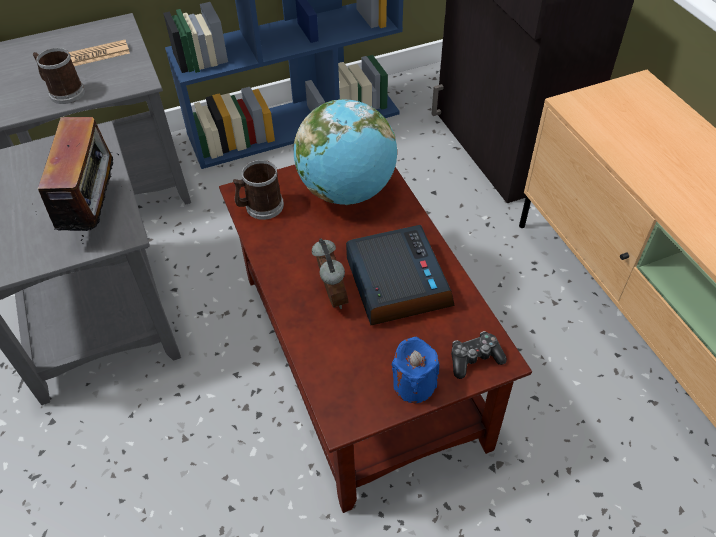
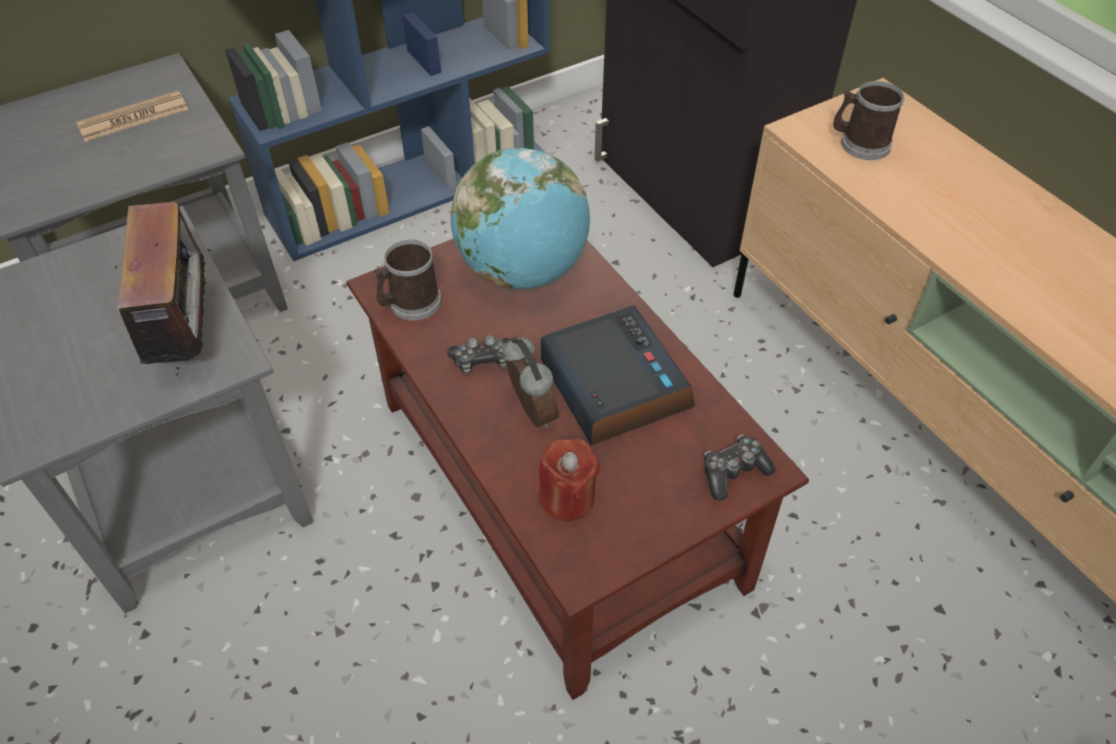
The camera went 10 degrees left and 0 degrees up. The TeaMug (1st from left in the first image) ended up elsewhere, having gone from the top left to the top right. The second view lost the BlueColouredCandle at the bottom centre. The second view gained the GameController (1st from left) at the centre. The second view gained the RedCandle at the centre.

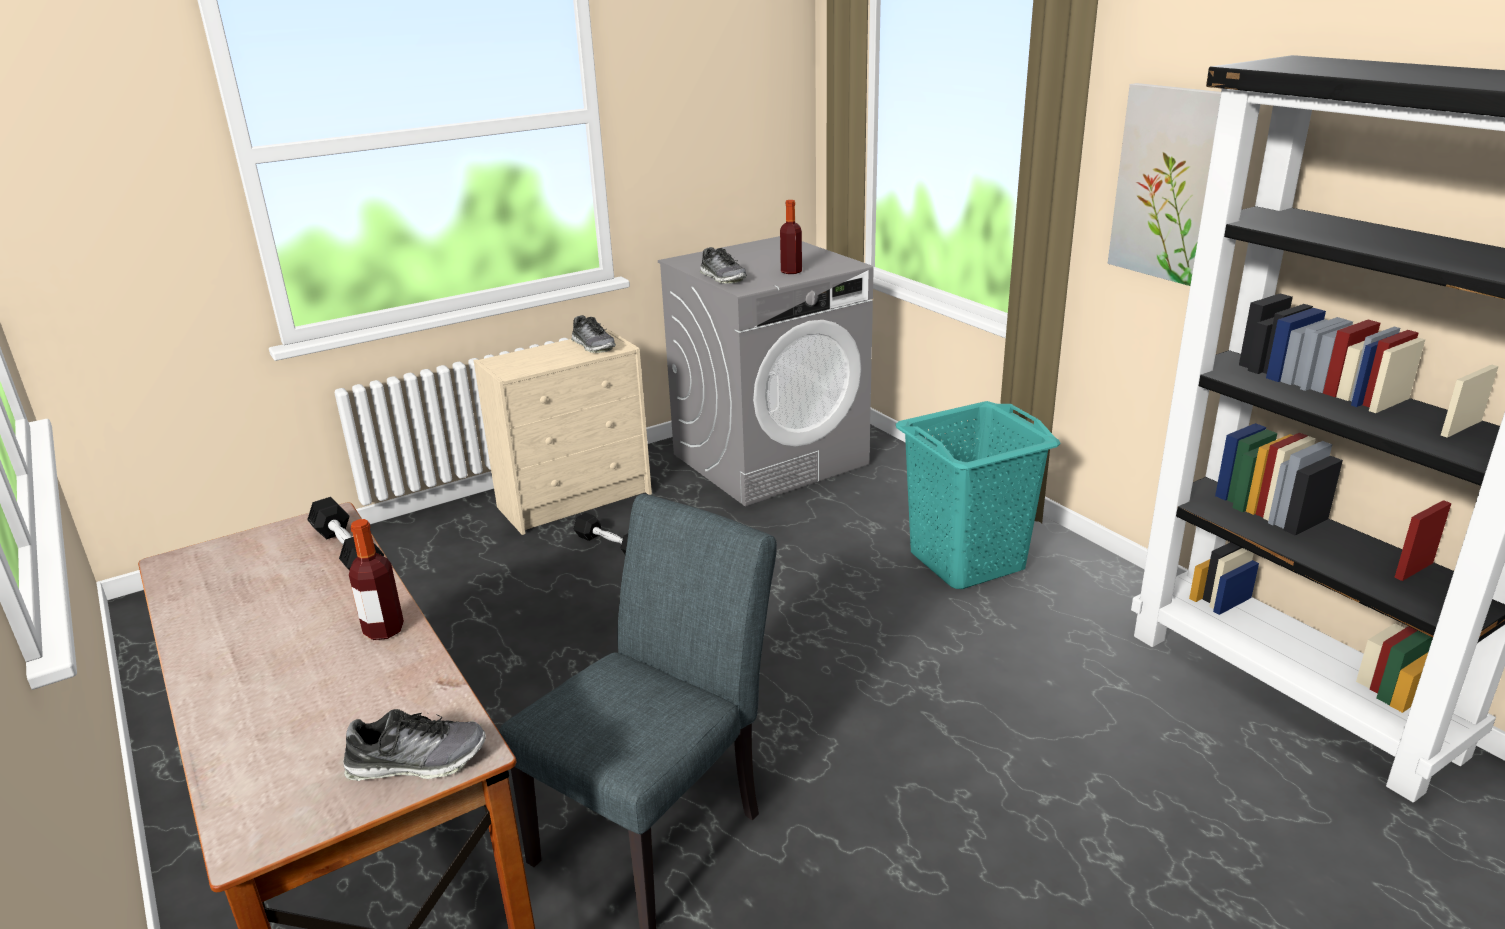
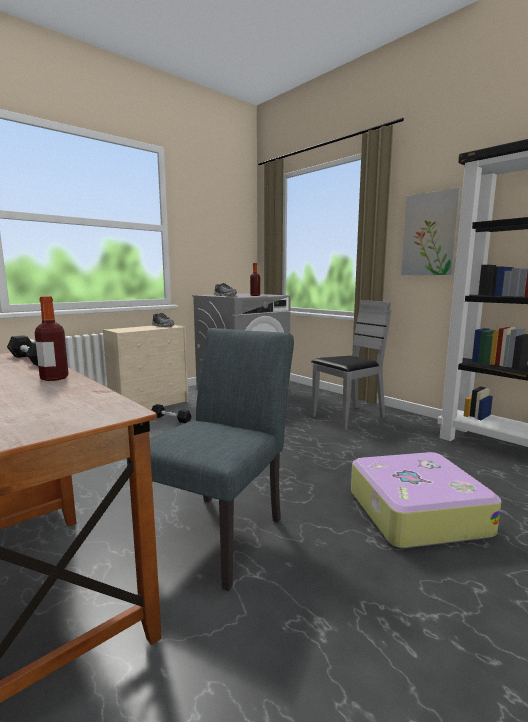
The camera went 10 degrees left and 15 degrees down. Where the TurquoiseColouredLaundryBasket stood at the centre, the GrayChair (2nd from left) came to stand at the centre. The second view lost the ItemOfFootwear (1st from left) at the bottom left. The second view gained the TravelCase at the bottom right.

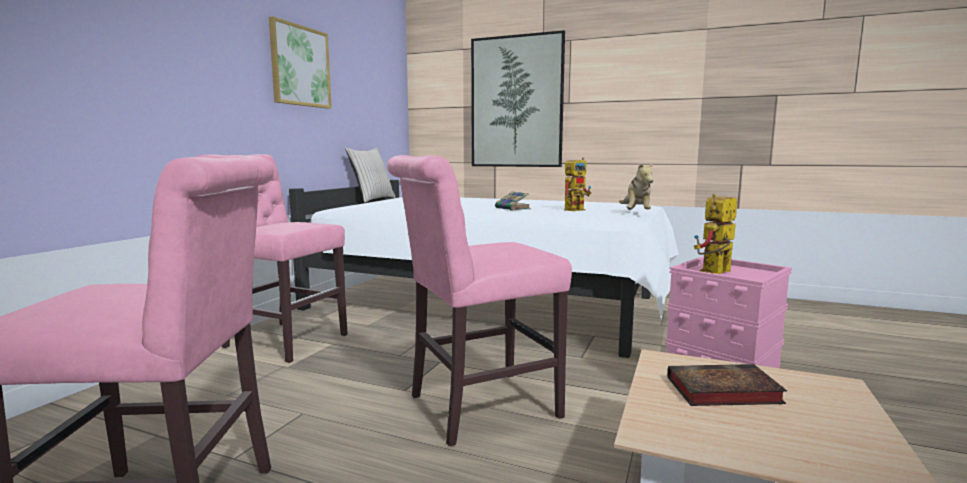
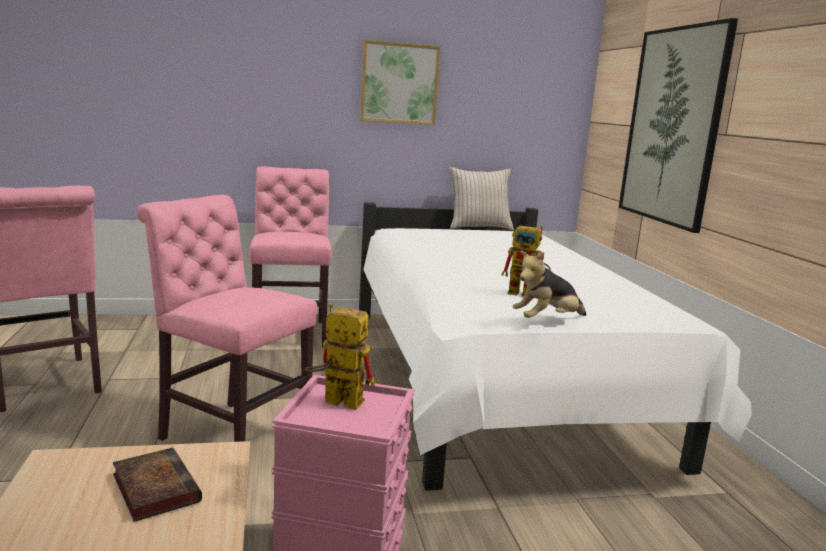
The camera went 55 degrees right and 5 degrees up. The second view lost the Book (1st from left) at the centre.

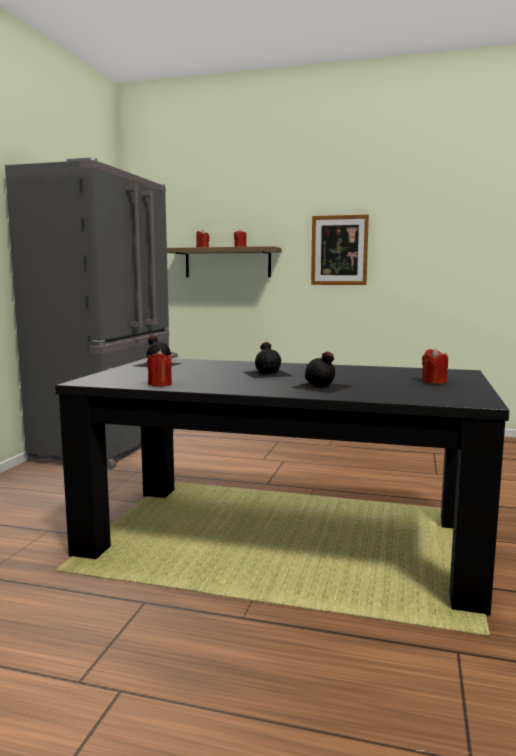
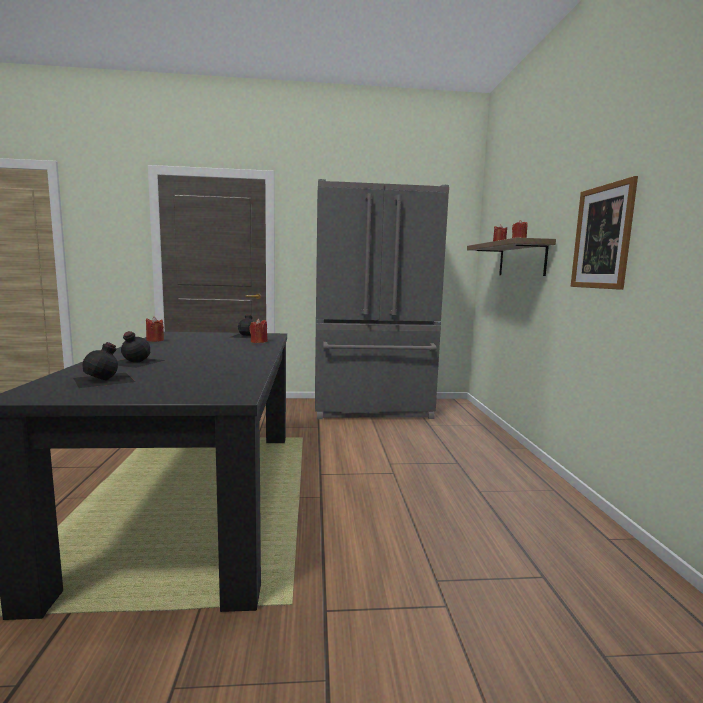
The camera went 70 degrees right and 0 degrees up. The BlackishBeverageBottle (2nd from left in the first image) ended up elsewhere, having gone from the centre to the middle left. The RedCandle (4th from left in the first image) ended up elsewhere, having gone from the middle right to the centre.

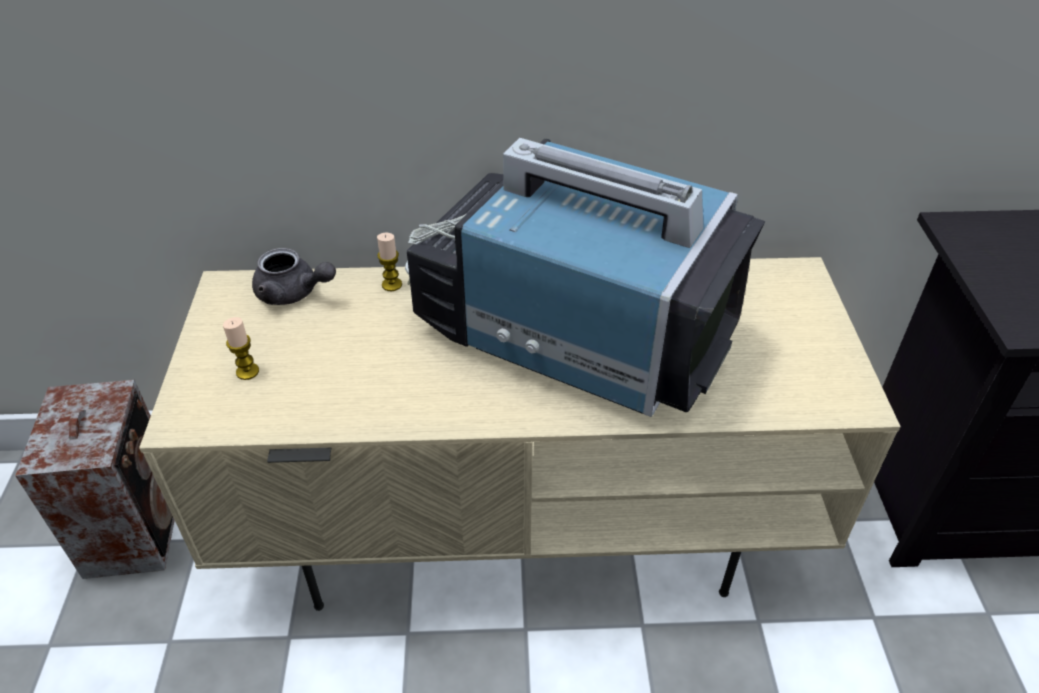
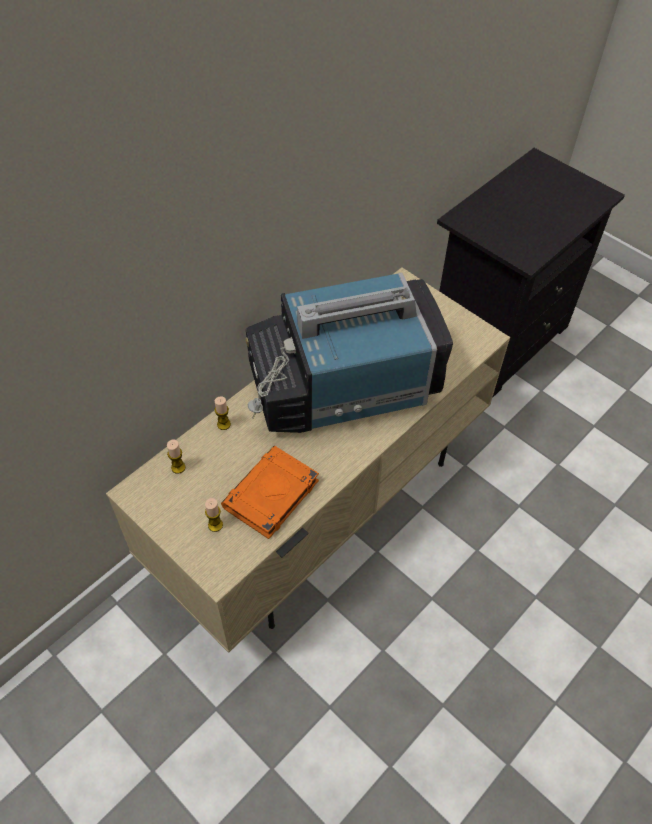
The camera went 45 degrees left and 10 degrees up. Where the GrayPotForTea stood at the middle left, the Candle (1st from left) came to stand at the middle left. The second view lost the Speaker at the bottom left. The second view gained the OrangeyBook at the centre.

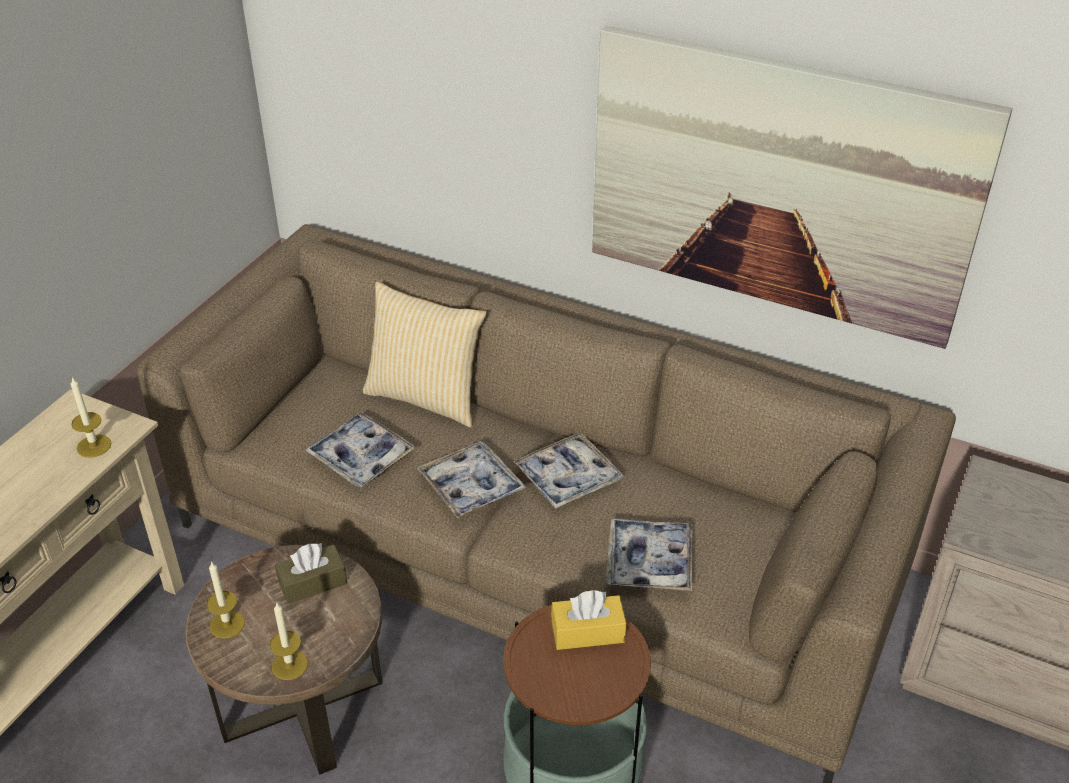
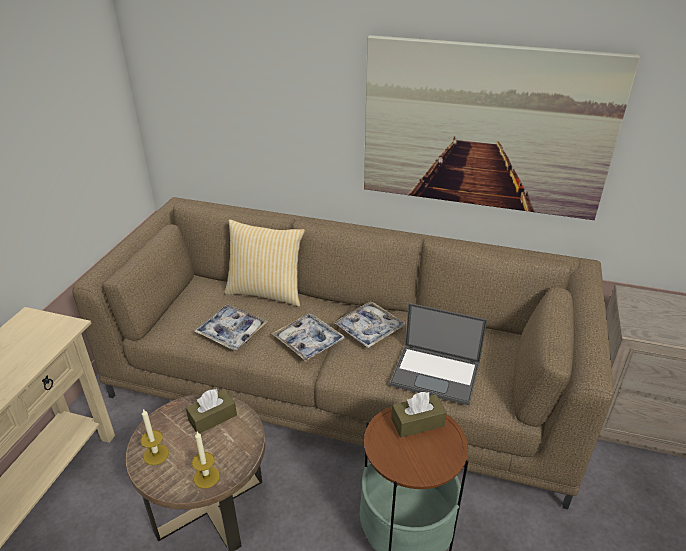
The camera went 10 degrees left and 5 degrees down. The second view lost the Candle (1st from left) at the middle left. Where the ServingTray (4th from left) stood at the bottom centre, the Laptop came to stand at the centre. What was the YellowColouredTissueHolder at the bottom centre turned into the BrownColouredTissueHolder (2nd from left) at the bottom centre.

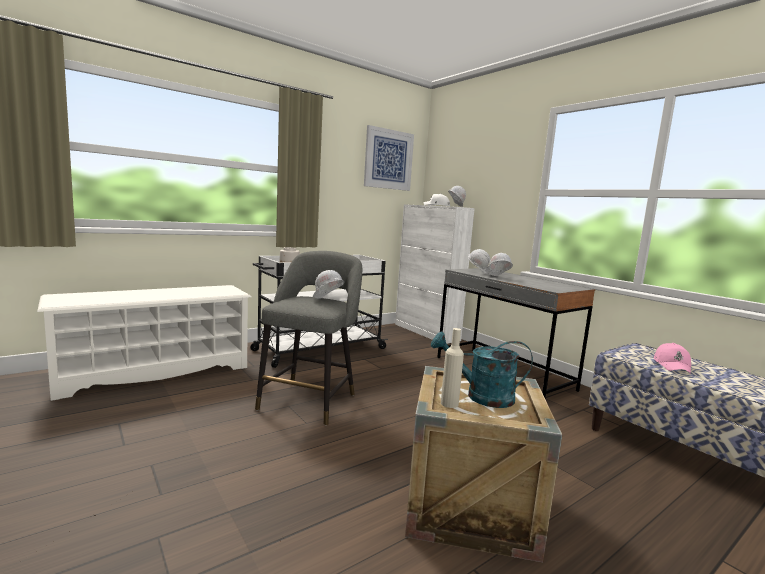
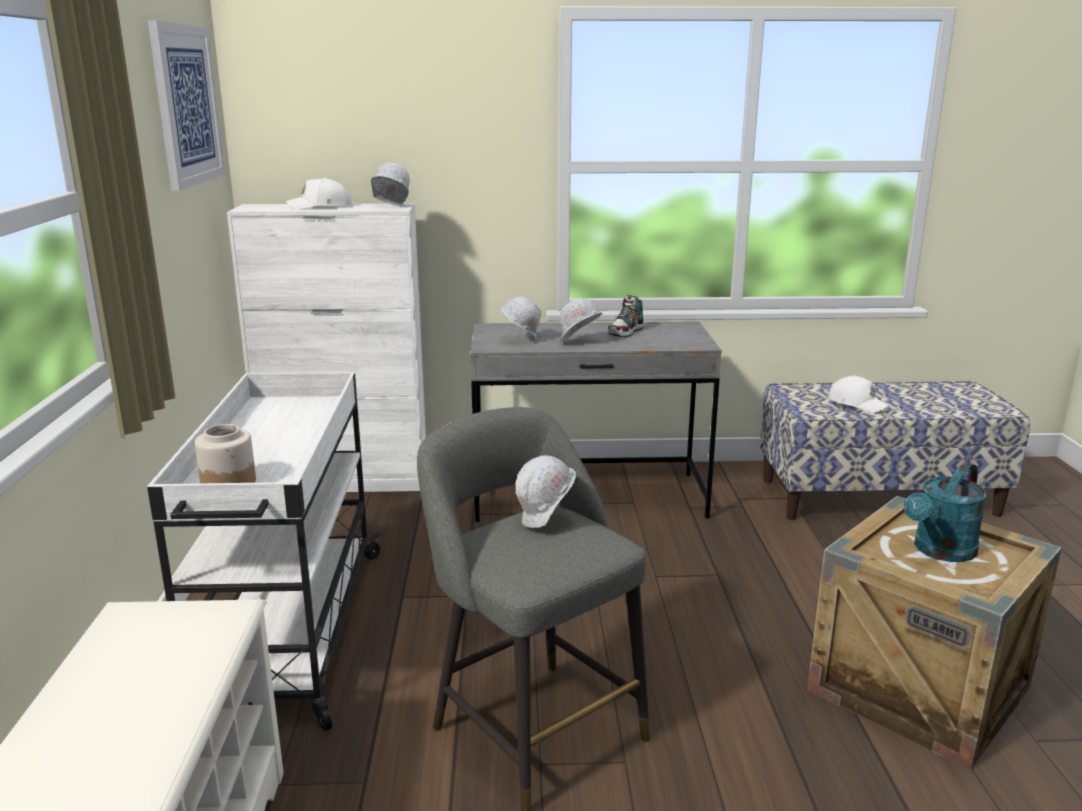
The camera went 55 degrees left and 10 degrees up. The second view lost the BeigeColouredBeverageBottle at the centre. What was the PinkishPeakedCap at the middle right turned into the WhiteColouredPeakedCap (2nd from left) at the middle right. The second view gained the ItemOfFootwear at the centre.

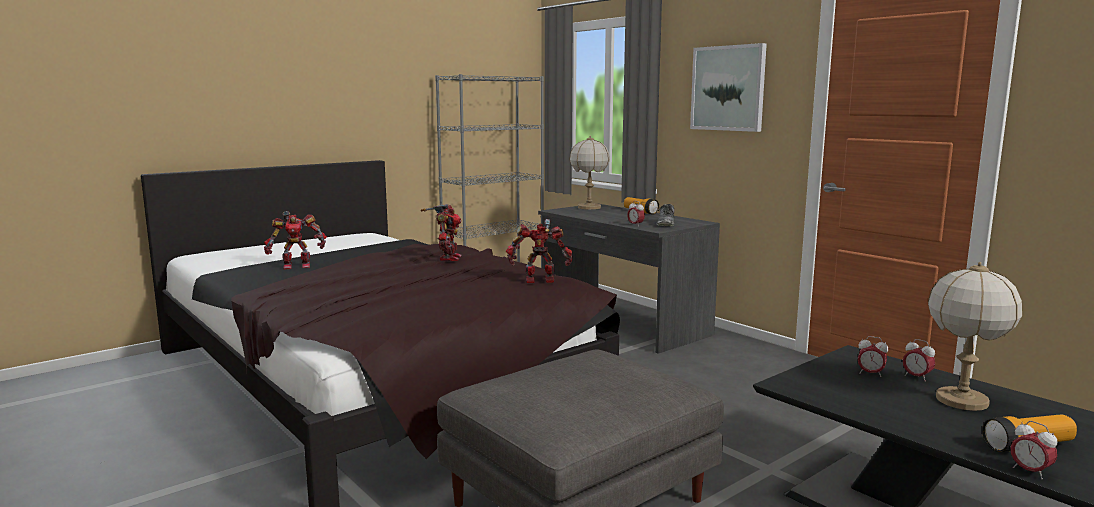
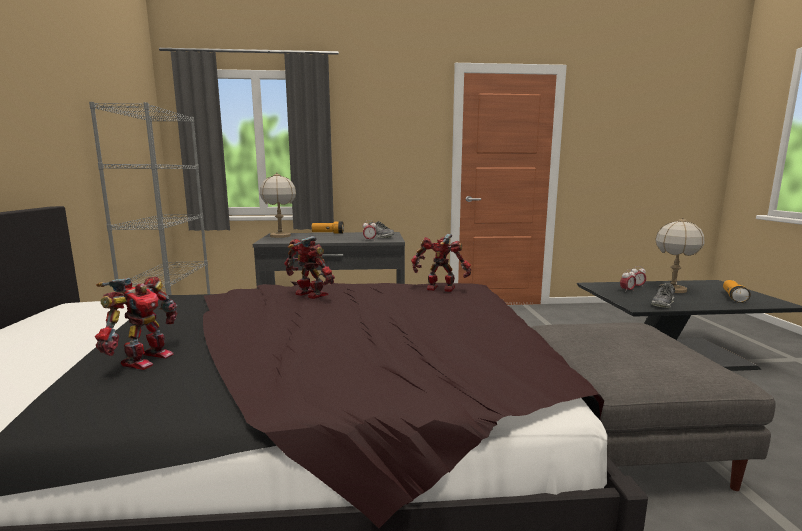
The camera went 55 degrees left and 0 degrees up. The second view lost the WallPicture at the top centre. The ToyRobot (3rd from left) at the centre ended up facing another way, 75 degrees clockwise from before. The second view lost the AlarmClock (4th from left) at the bottom right. The second view gained the ItemOfFootwear (2nd from left) at the middle right.

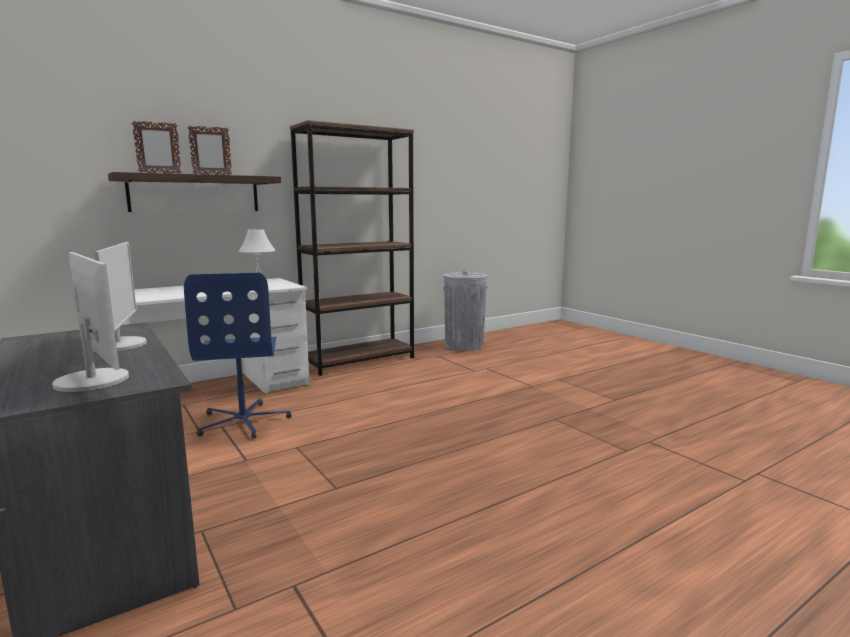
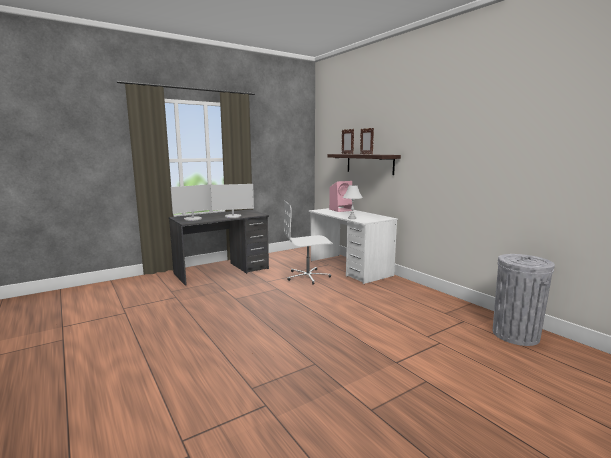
The camera went 90 degrees right and 0 degrees up. The second view lost the BrownColouredBookcase at the centre. What was the BlueColouredComputerChair at the middle left turned into the WhiteColouredComputerChair at the centre. The second view gained the PinkishSpeaker at the centre.

